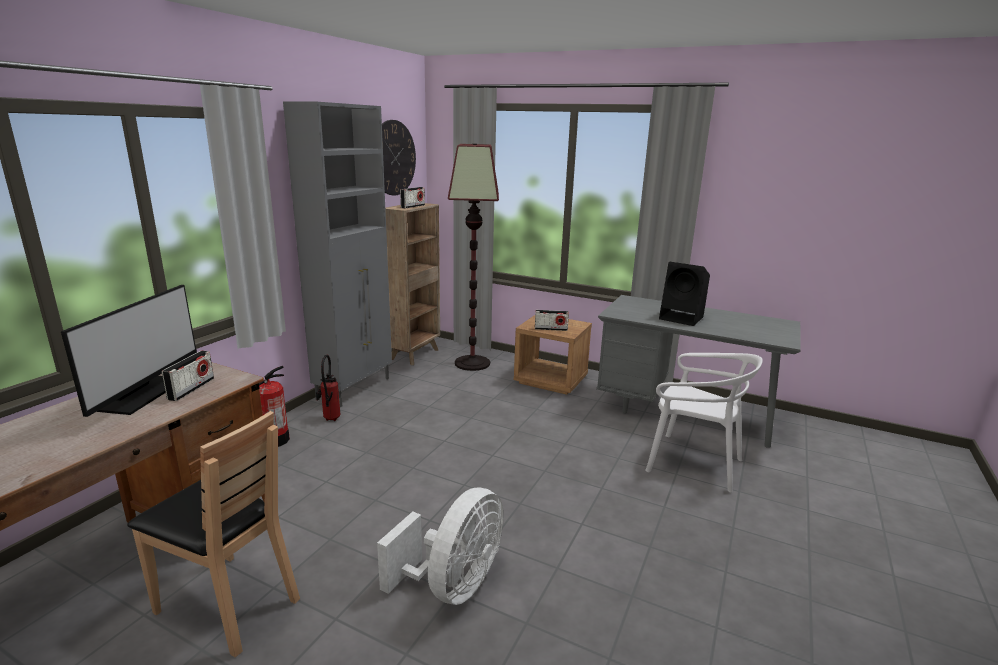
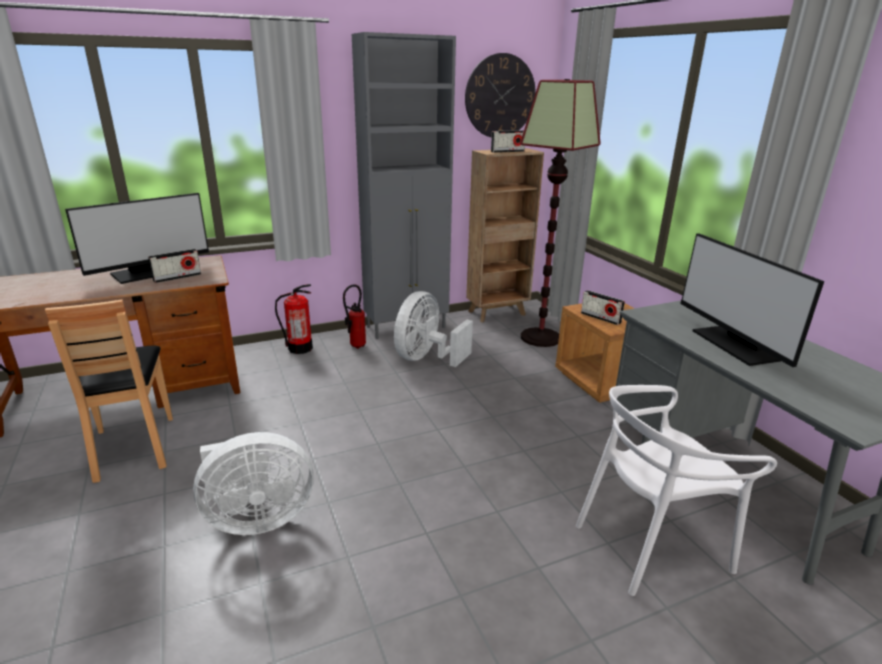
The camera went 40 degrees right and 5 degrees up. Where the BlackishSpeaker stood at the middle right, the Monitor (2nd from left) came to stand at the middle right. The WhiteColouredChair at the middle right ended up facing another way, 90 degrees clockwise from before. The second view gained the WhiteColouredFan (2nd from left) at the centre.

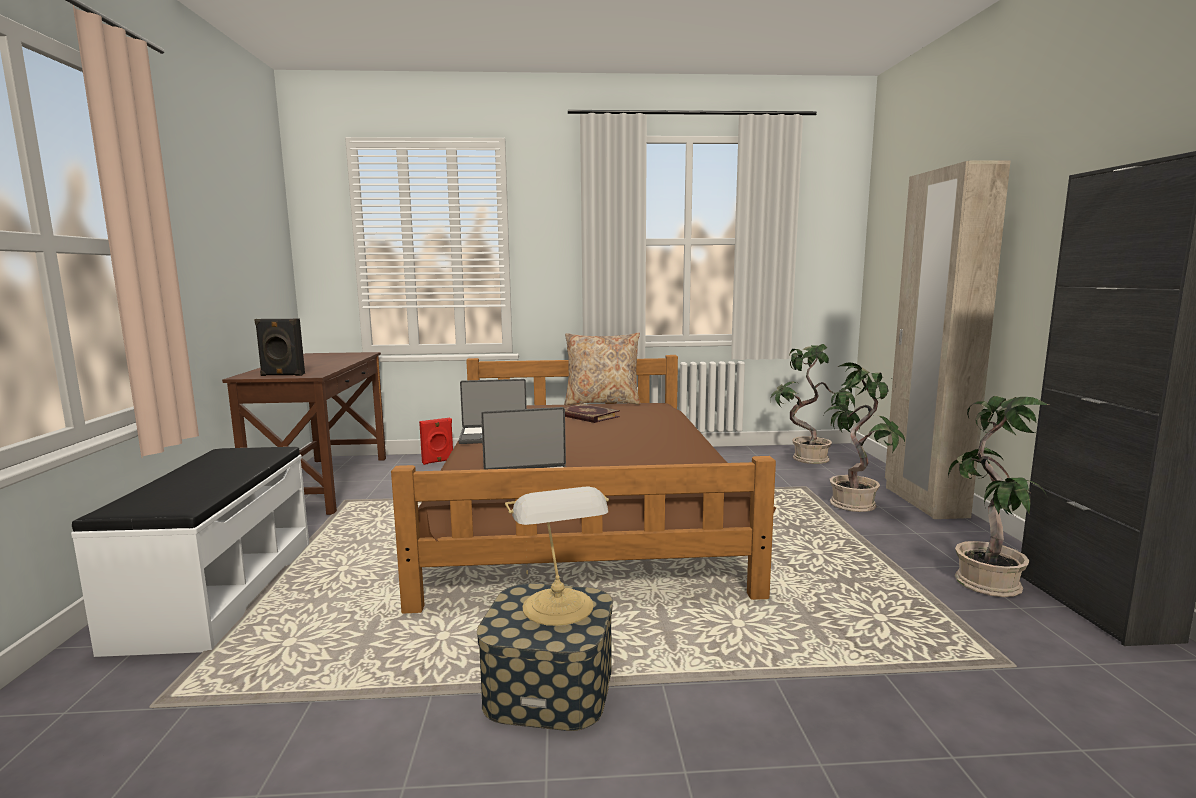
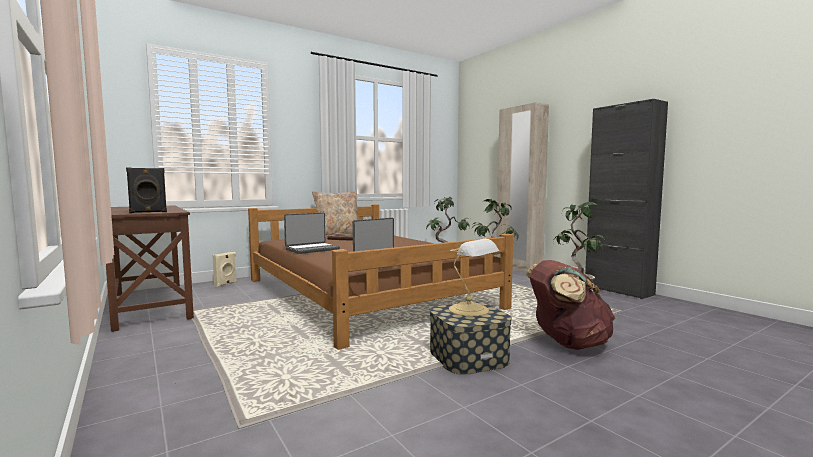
The camera went 30 degrees left and 5 degrees down. What was the RedSpeaker at the centre turned into the BeigeColouredSpeaker at the middle left. The second view lost the WhiteColouredIndoorBench at the bottom left. The second view gained the BrownColouredBackpack at the bottom right.

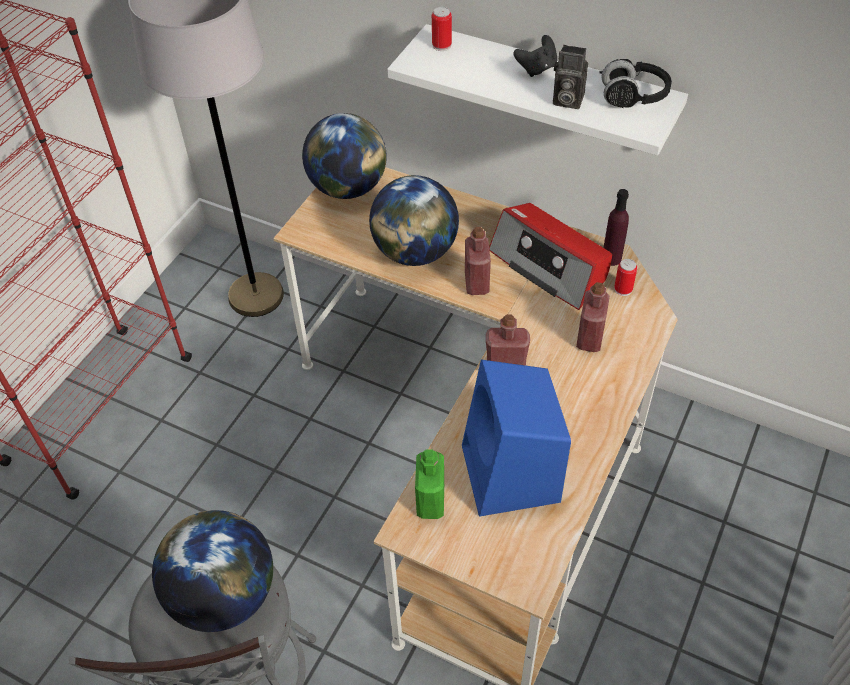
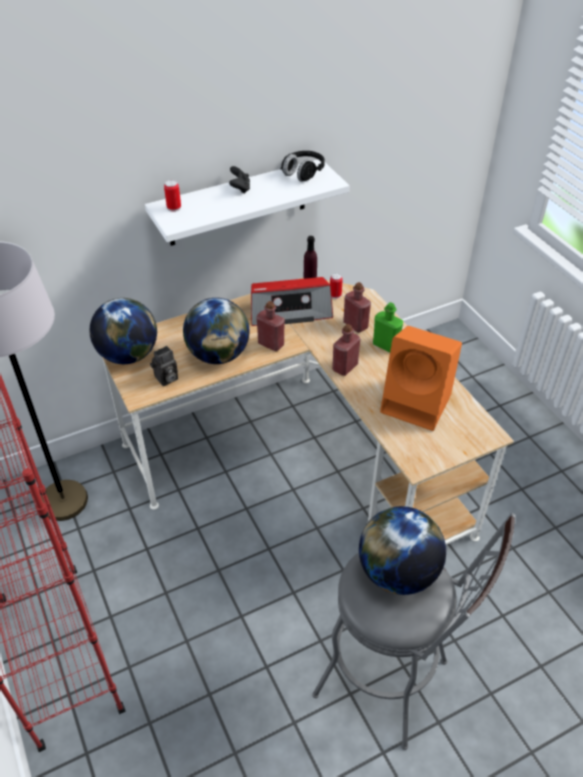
The camera went 55 degrees left and 5 degrees down. The StillCamera ended up elsewhere, having gone from the top right to the middle left. What was the BlueColouredSpeaker at the centre turned into the OrangeySpeaker at the middle right. The GreenBeverageBottle ended up elsewhere, having gone from the bottom centre to the centre.

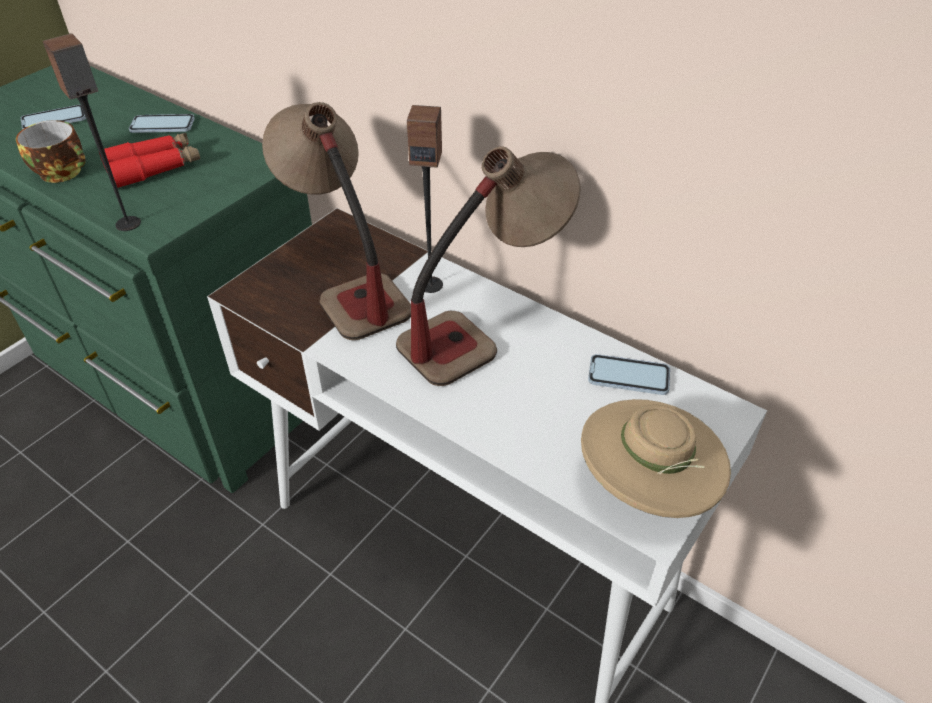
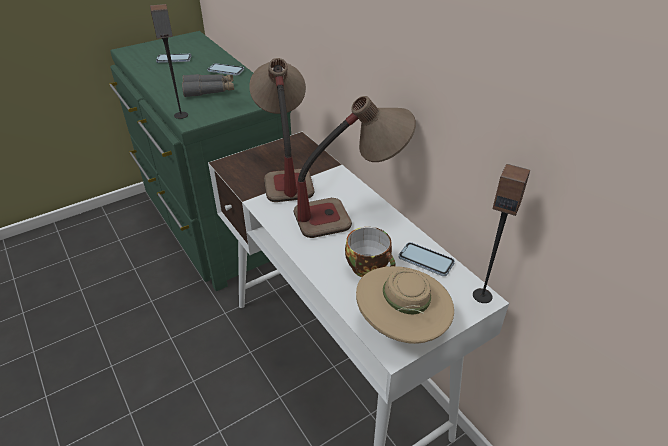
The camera went 20 degrees right and 5 degrees down. The Speaker (2nd from left) ended up elsewhere, having gone from the top centre to the middle right. The DrinkingCup ended up elsewhere, having gone from the top left to the centre. What was the RedPairOfBinoculars at the top left turned into the GrayPairOfBinoculars at the top left.

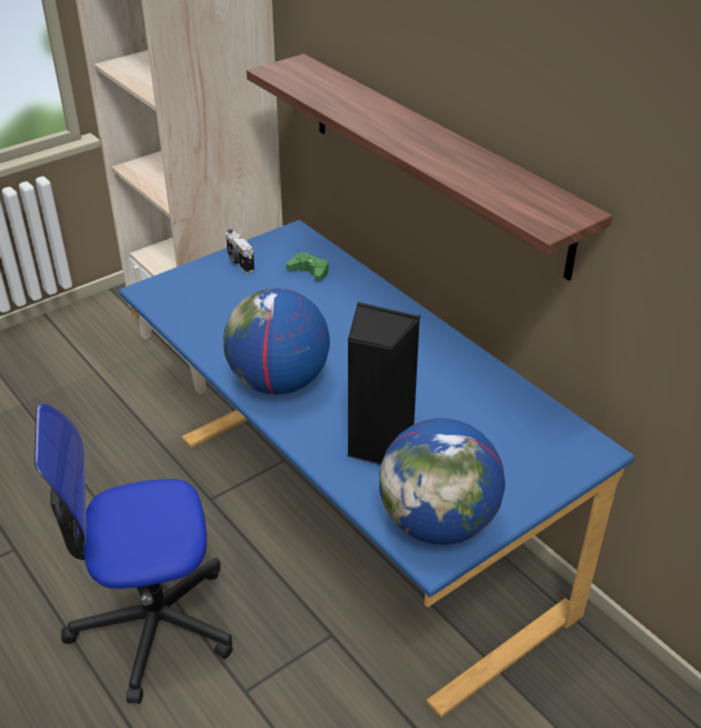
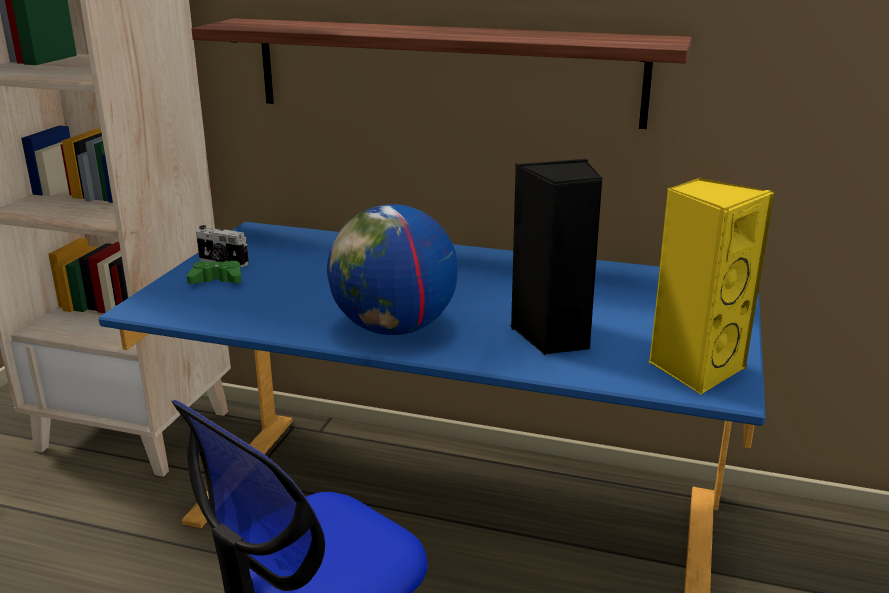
The camera went 35 degrees left and 15 degrees down. The GreenGameController ended up elsewhere, having gone from the centre to the middle left. Where the Globe (2nd from left) stood at the centre, the YellowColouredSpeaker came to stand at the middle right.

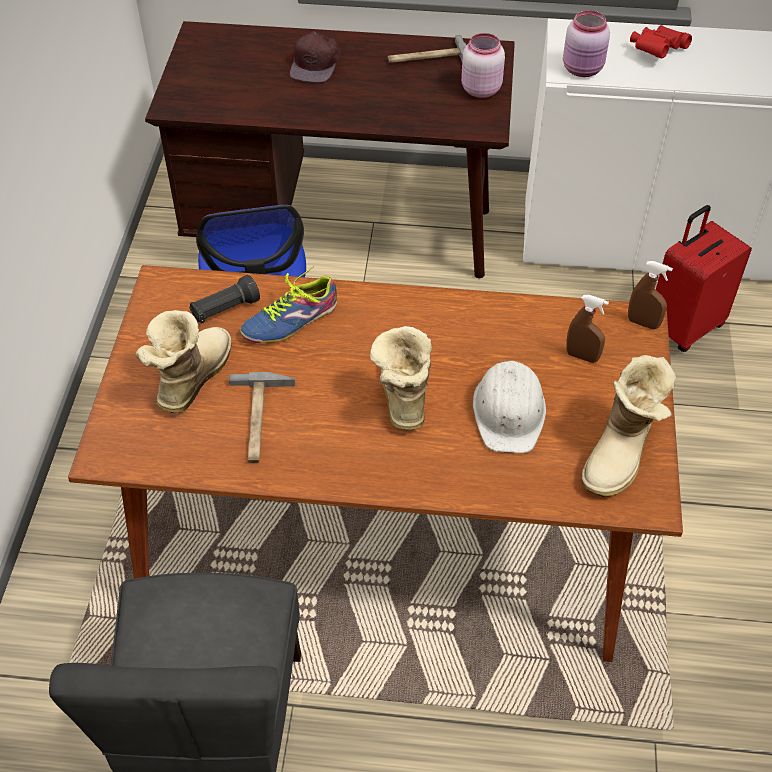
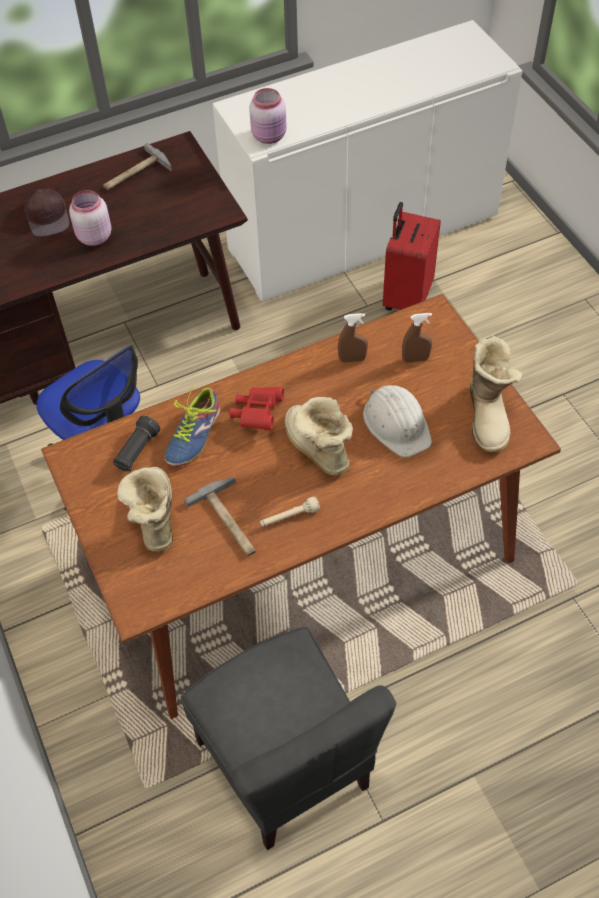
The camera went 30 degrees left and 5 degrees up. The RedPairOfBinoculars ended up elsewhere, having gone from the top right to the centre. The PinkishStorageJar (1st from left) ended up elsewhere, having gone from the top centre to the top left. The BrownColouredHandSprayer (2nd from left in the first image) ended up elsewhere, having gone from the middle right to the centre. The second view gained the BeigeColouredTorch at the centre.

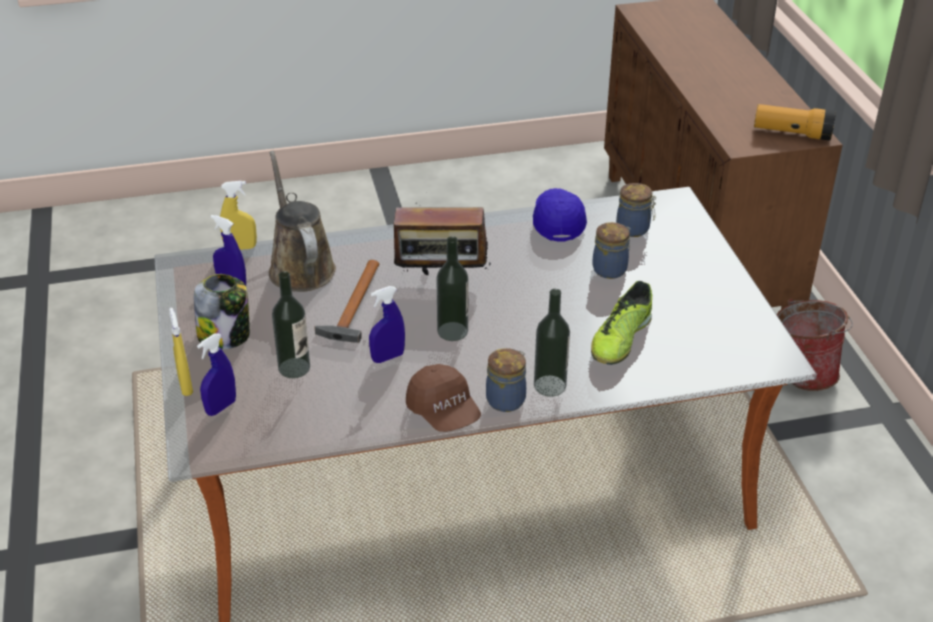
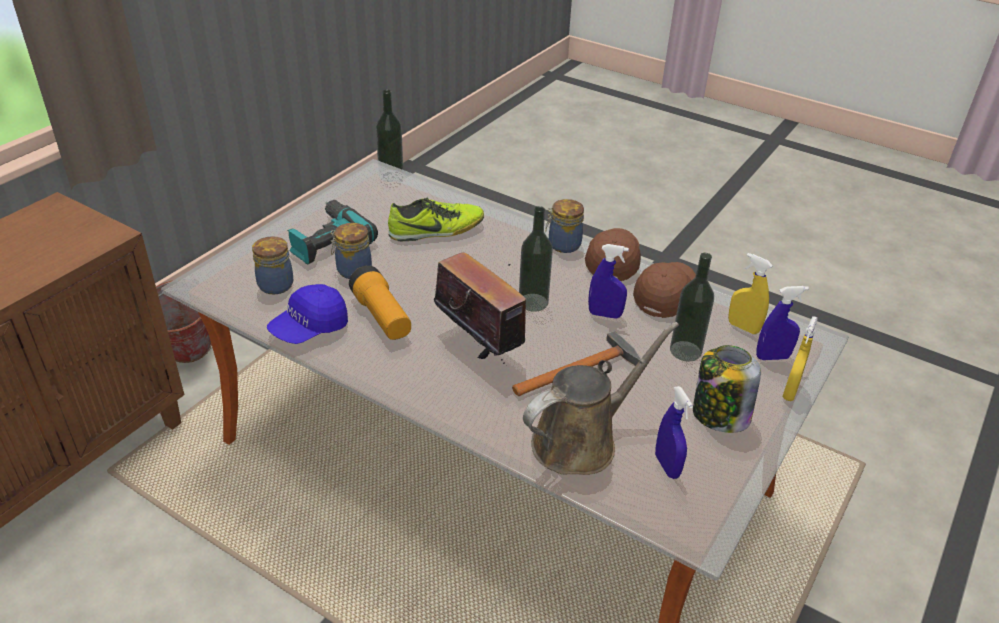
The camera went 135 degrees left and 0 degrees up. The Torch ended up elsewhere, having gone from the top right to the centre. The BrownColouredWateringPot at the middle left ended up facing another way, 150 degrees counterclockwise from before. The YellowColouredHandSprayer (2nd from left in the first image) ended up elsewhere, having gone from the middle left to the middle right. The BeverageBottle (3rd from left in the first image) ended up elsewhere, having gone from the centre to the top centre. The second view gained the PowerDrill at the middle left. The second view gained the BrownColouredPeakedCap (2nd from left) at the centre.

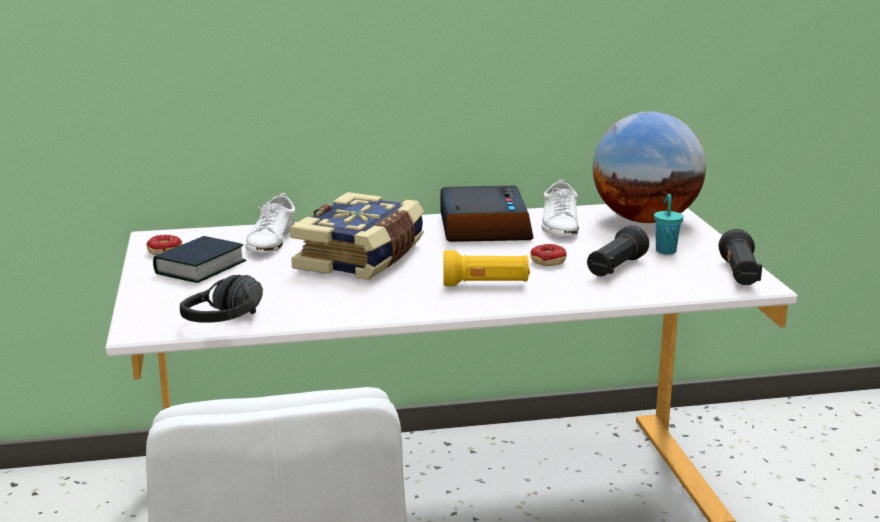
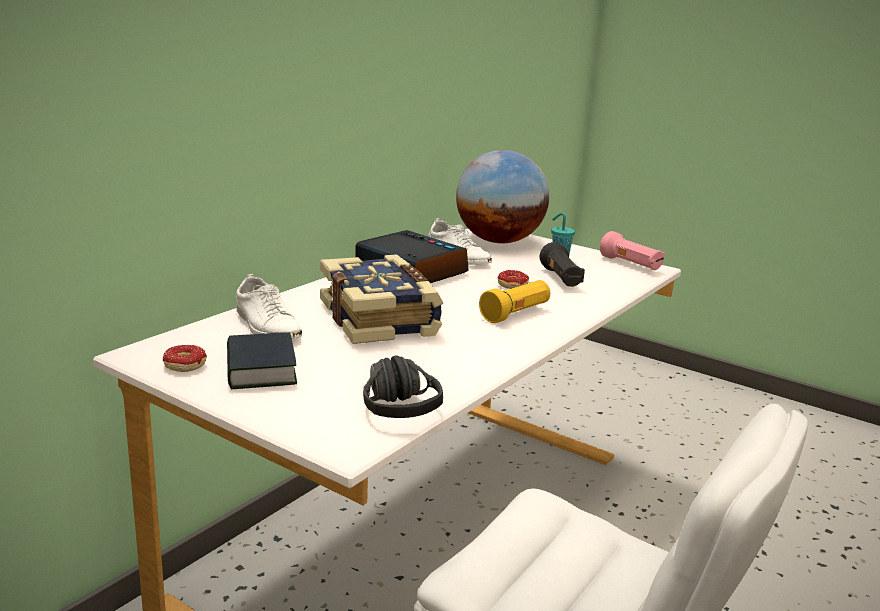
The camera went 45 degrees left and 0 degrees up. What was the BlackishTorch (2nd from left) at the middle right turned into the PinkishTorch at the middle right.

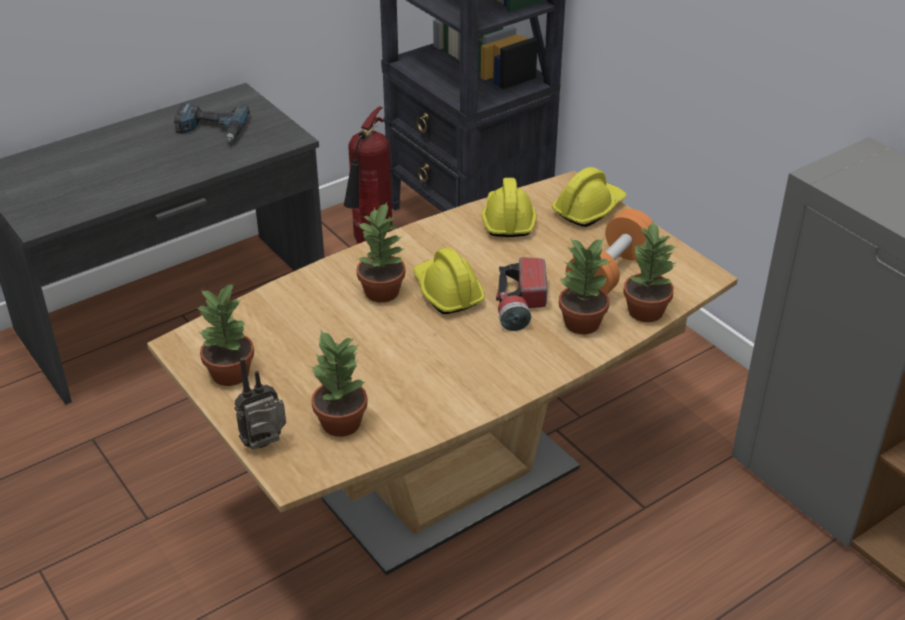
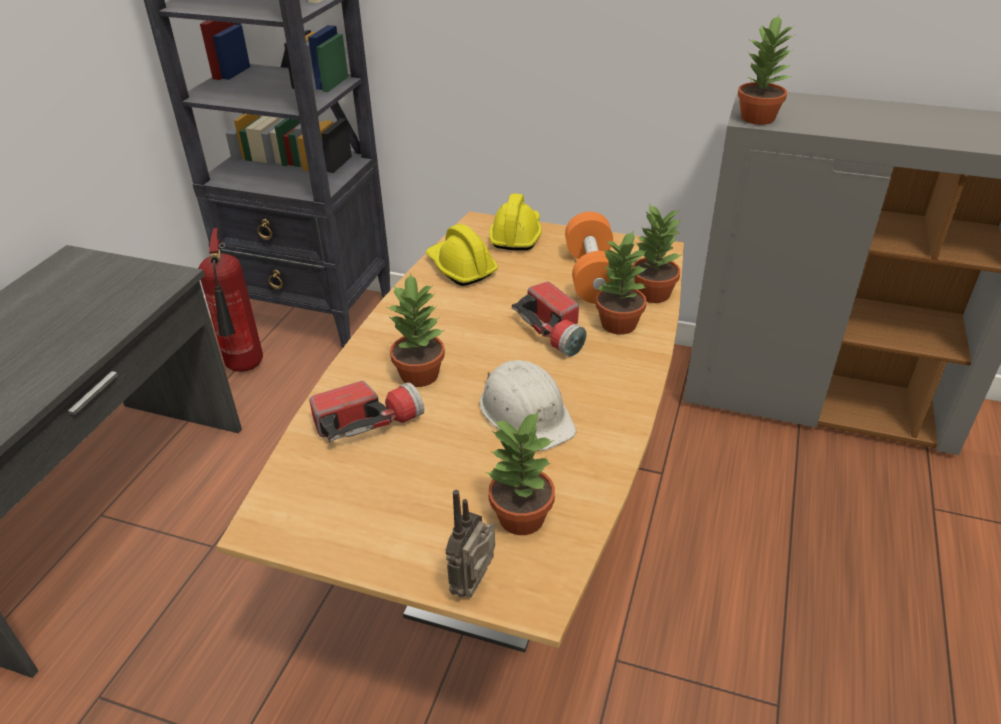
The camera went 35 degrees left and 0 degrees up. The second view lost the PowerDrill at the top left. The second view lost the YellowColouredHardHat (1st from left) at the centre. The PlantInAPot (1st from left in the first image) ended up elsewhere, having gone from the middle left to the top right. The second view gained the WhiteColouredHardHat at the centre. The second view gained the Torch (1st from left) at the centre.

